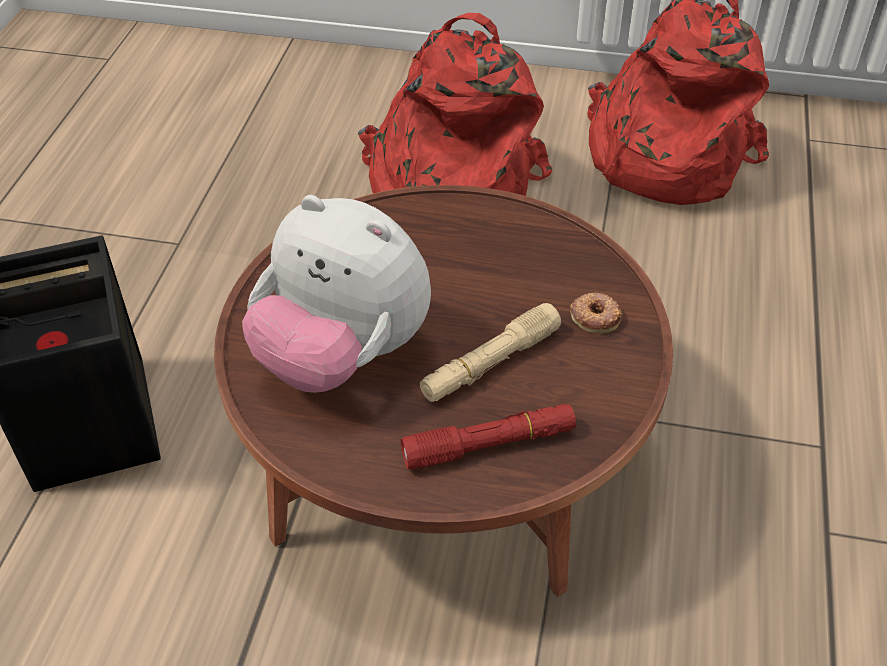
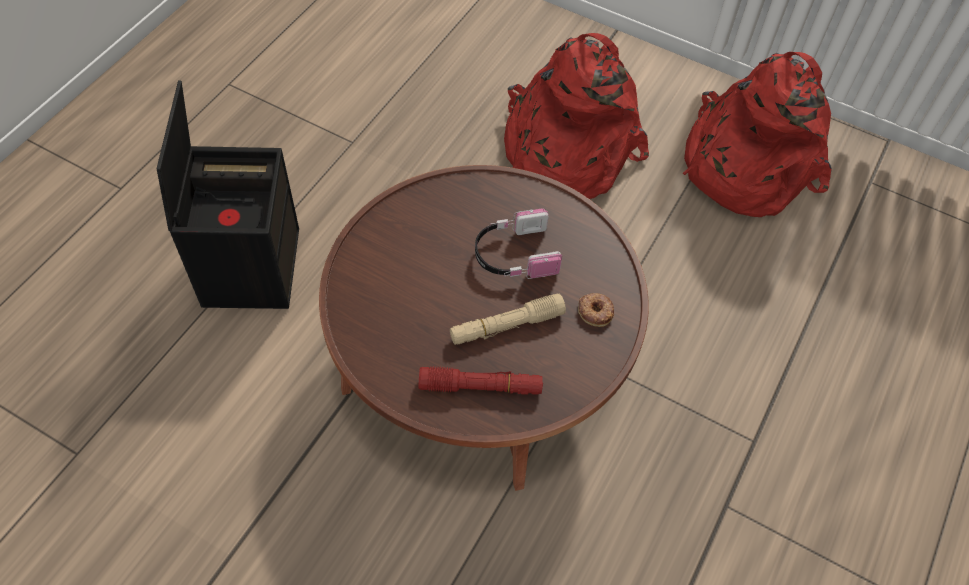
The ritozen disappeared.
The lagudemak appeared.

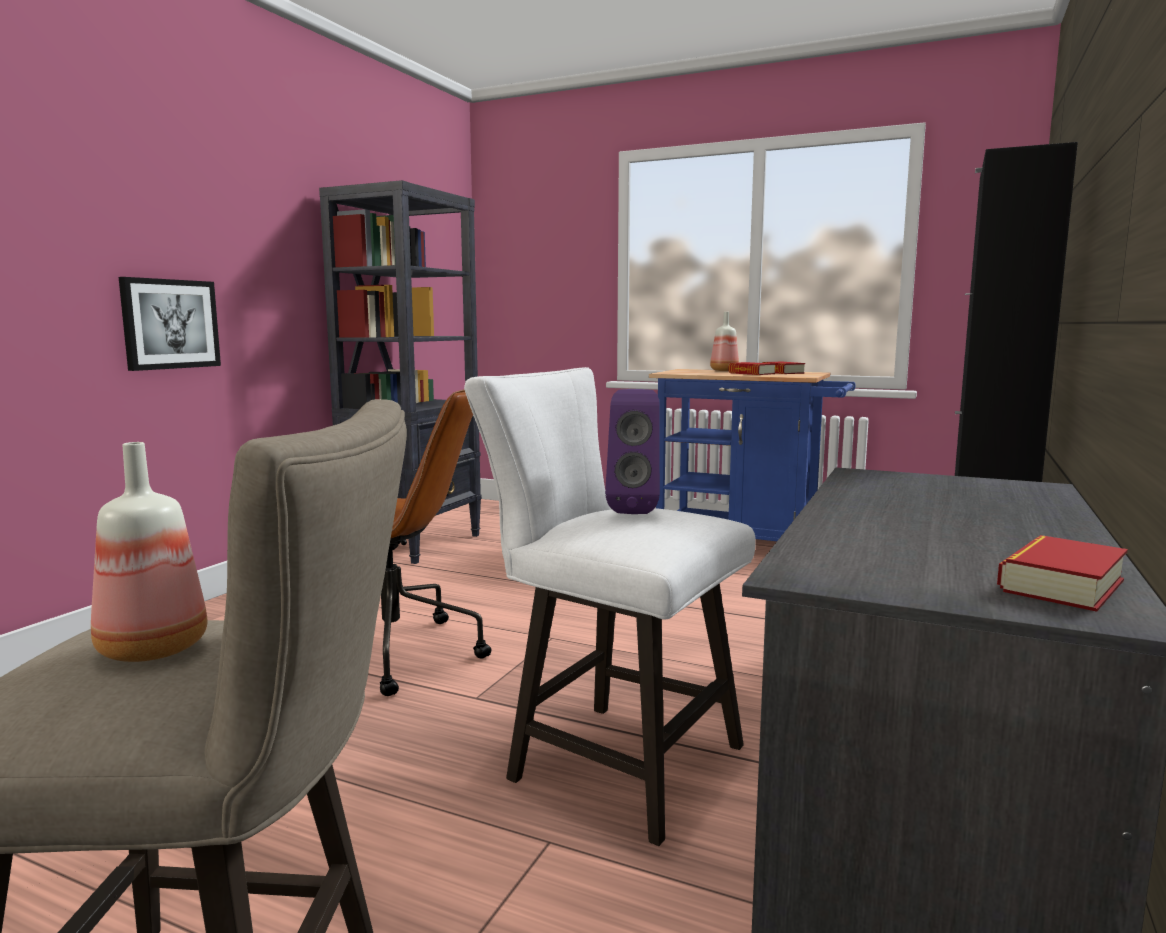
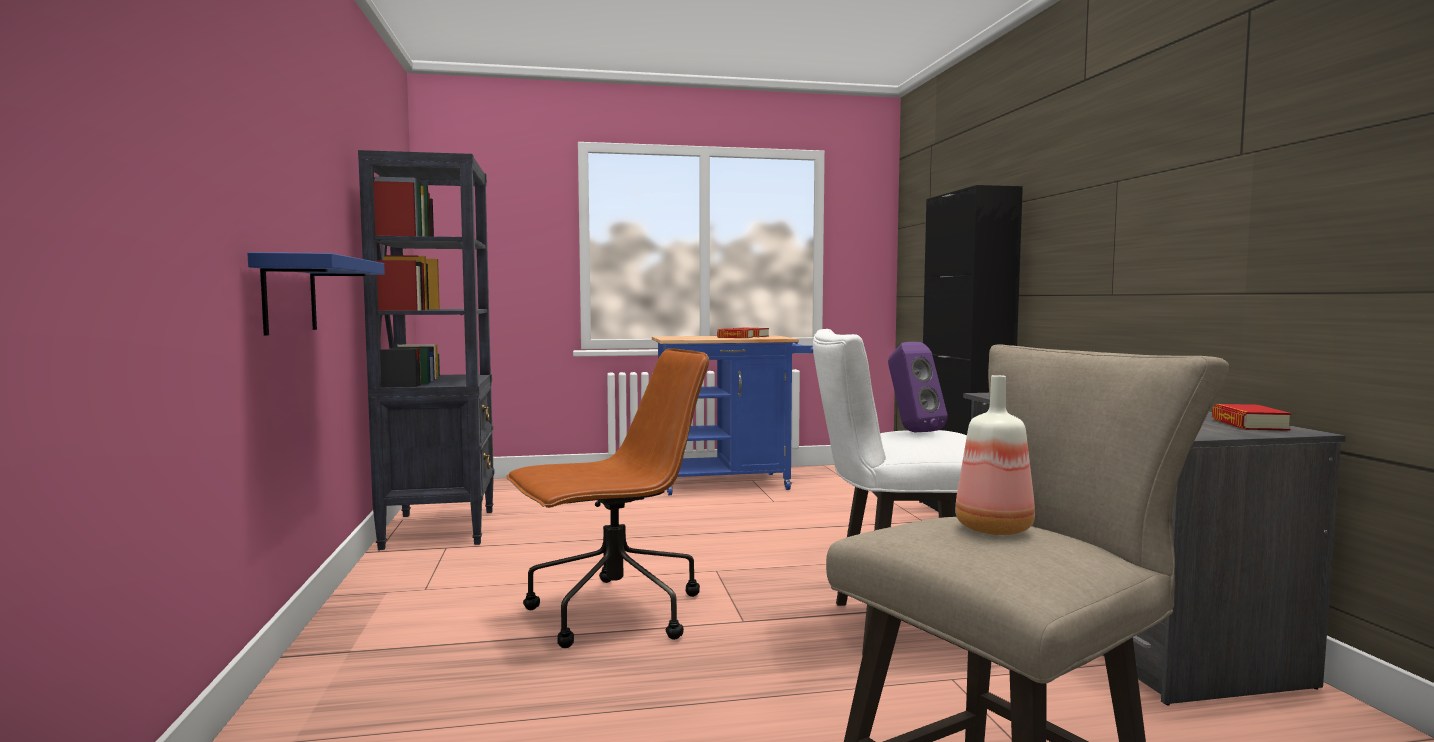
The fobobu was replaced by the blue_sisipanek.
The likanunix (no. 2 from left) disappeared.

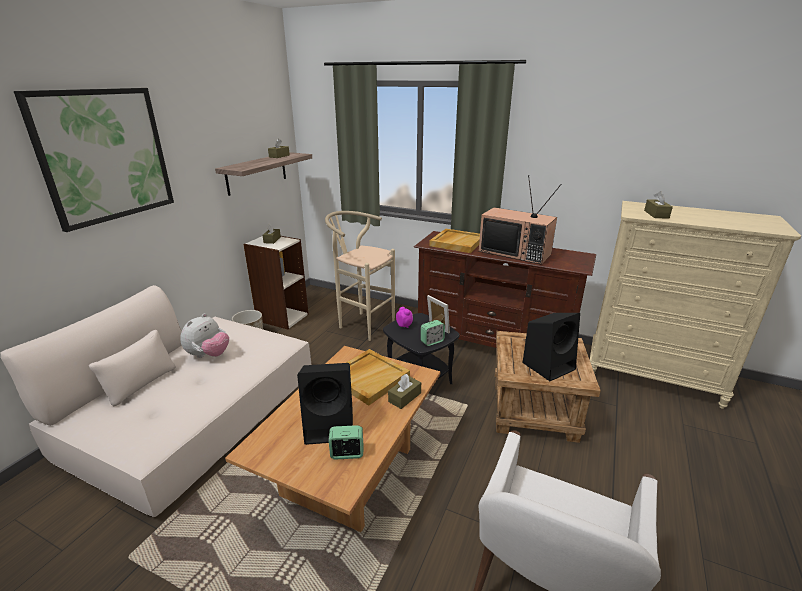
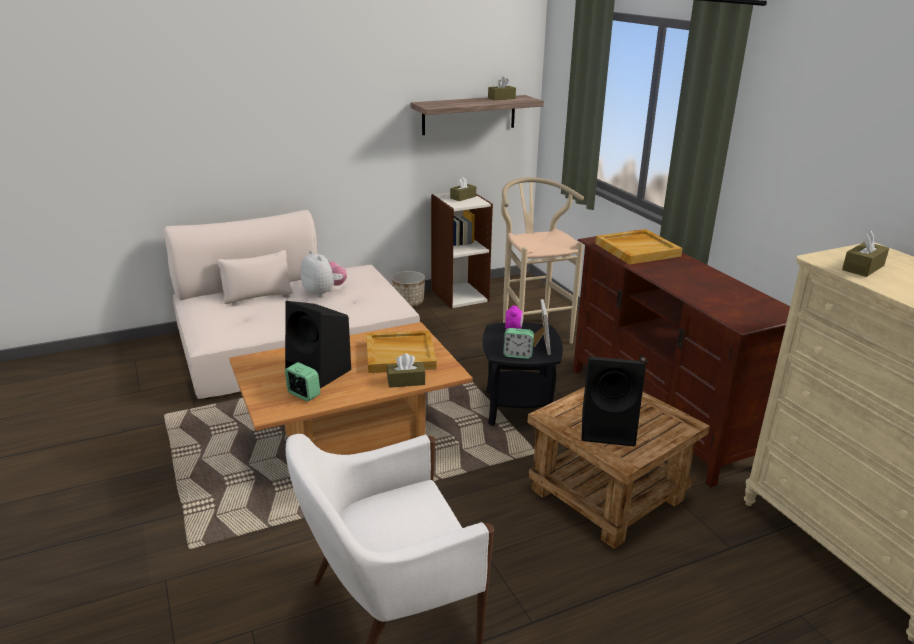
The fobobu disappeared.
The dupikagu disappeared.
The ritozen turned 105 degrees counterclockwise.

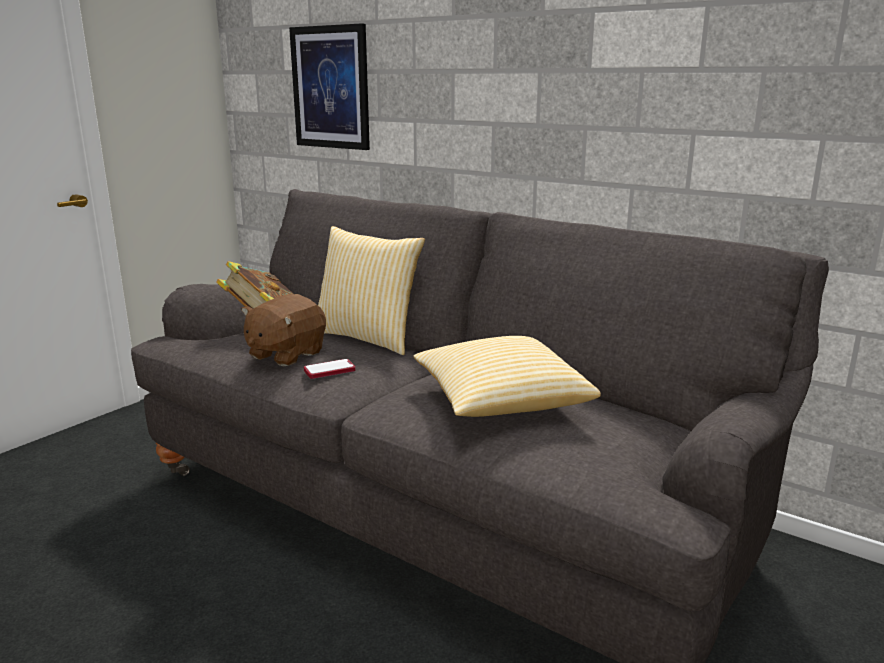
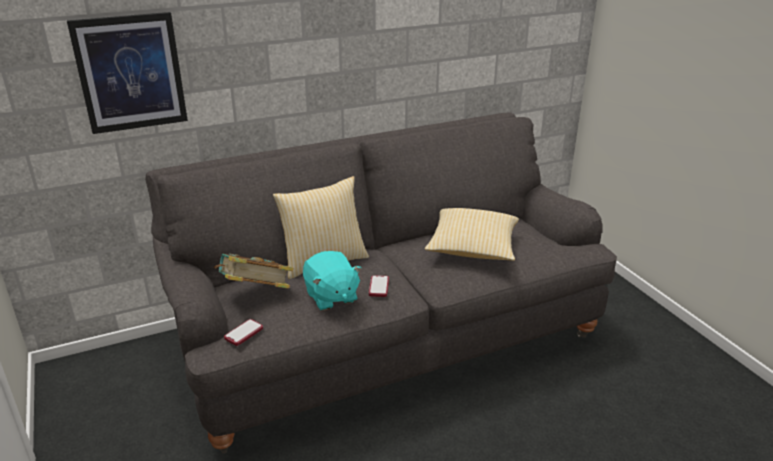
The brown_ritozen became the turquoise_ritozen.
The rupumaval (no. 1 from left) appeared.

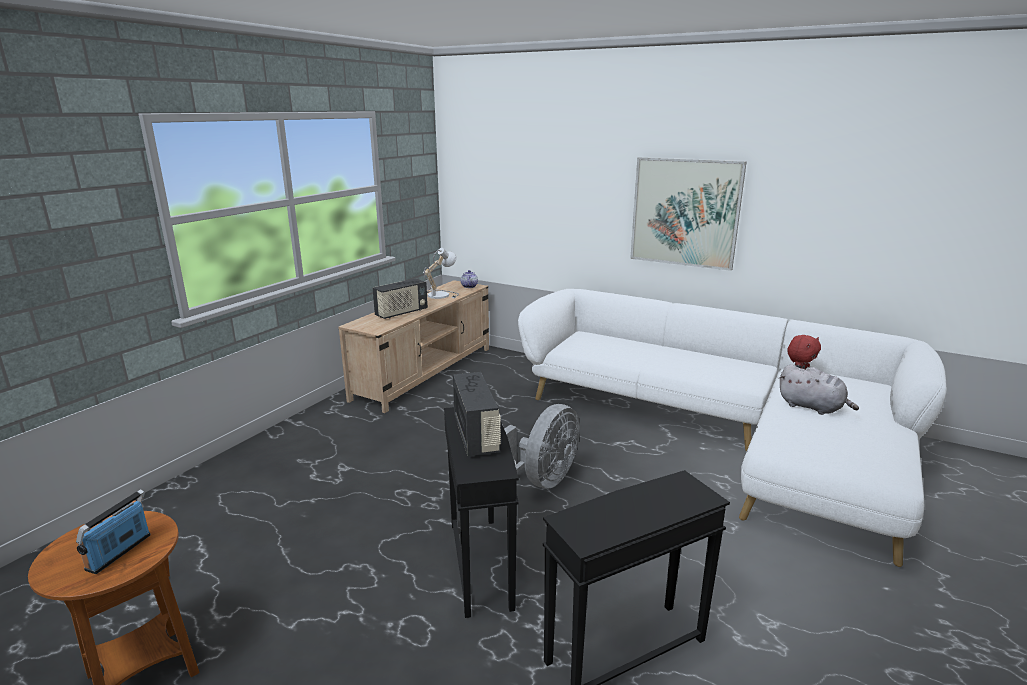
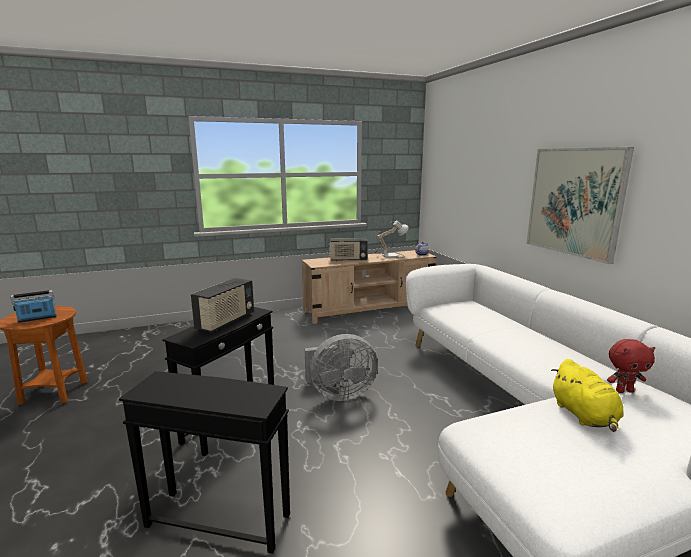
The grey_ritozen became the yellow_ritozen.

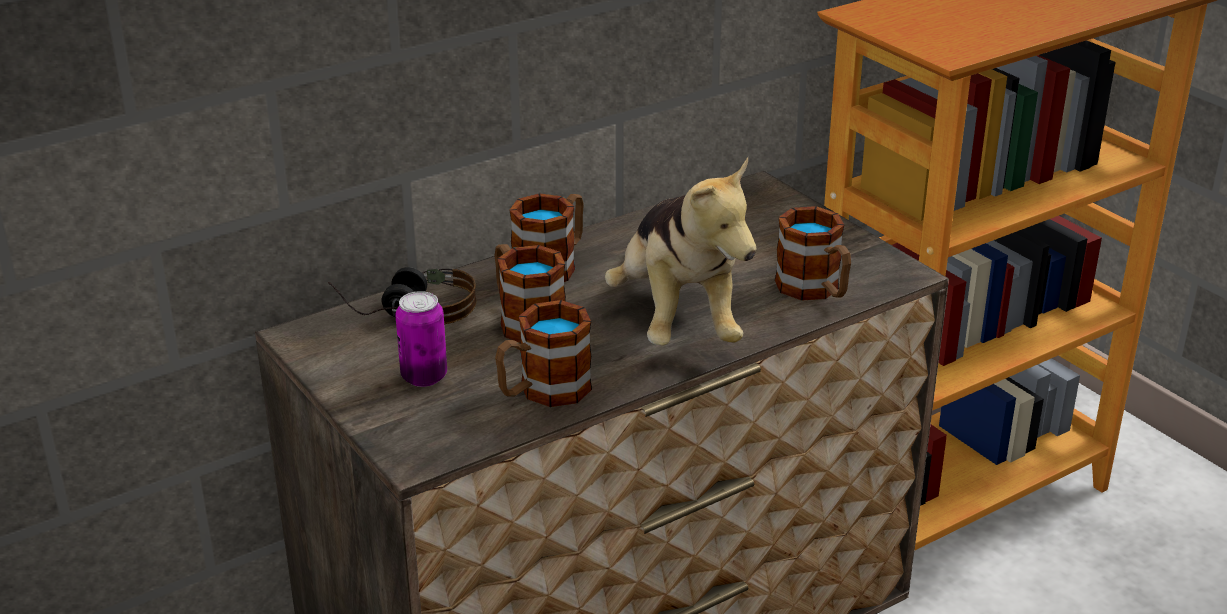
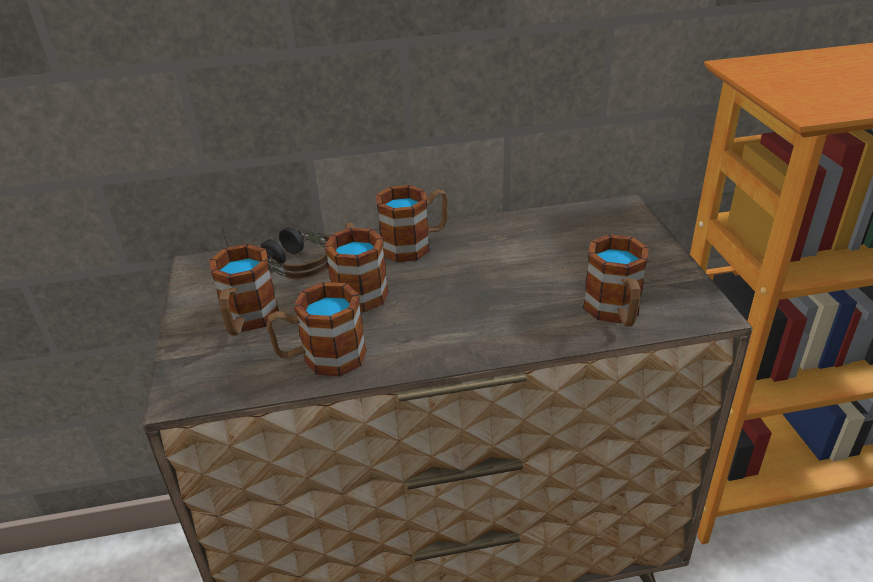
The ritozen disappeared.
The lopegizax was replaced by the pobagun (no. 1 from left).

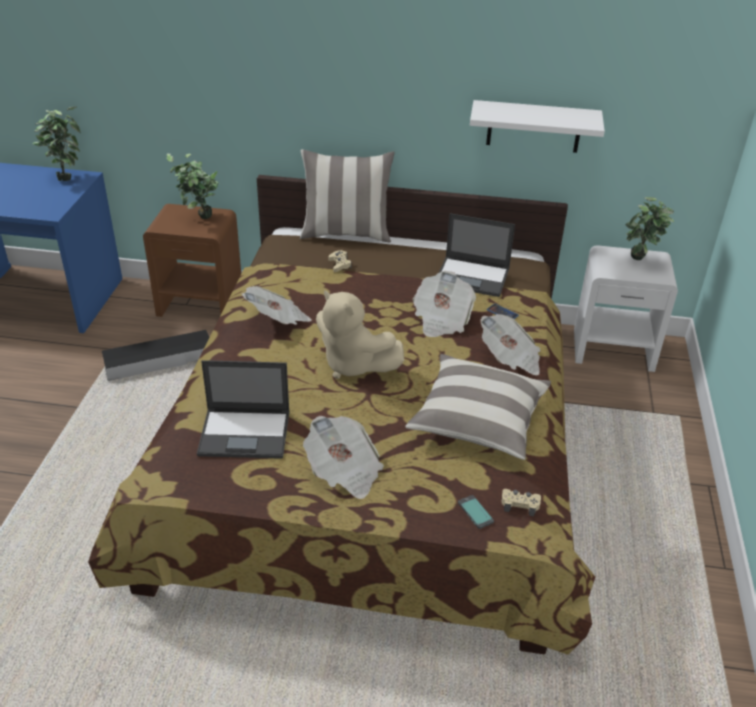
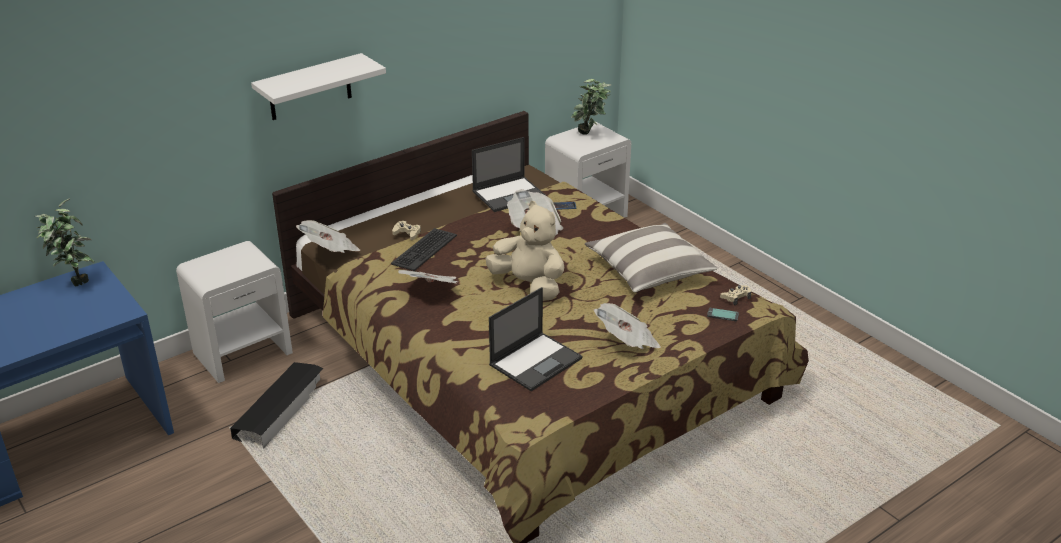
The white_sisipanek moved.
The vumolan (no. 1 from left) disappeared.
The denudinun (no. 2 from left) disappeared.
The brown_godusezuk became the white_godusezuk (no. 1 from left).
The beige_ritozen turned 135 degrees counterclockwise.
The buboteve (no. 4 from left in the first image) moved.
The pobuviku appeared.

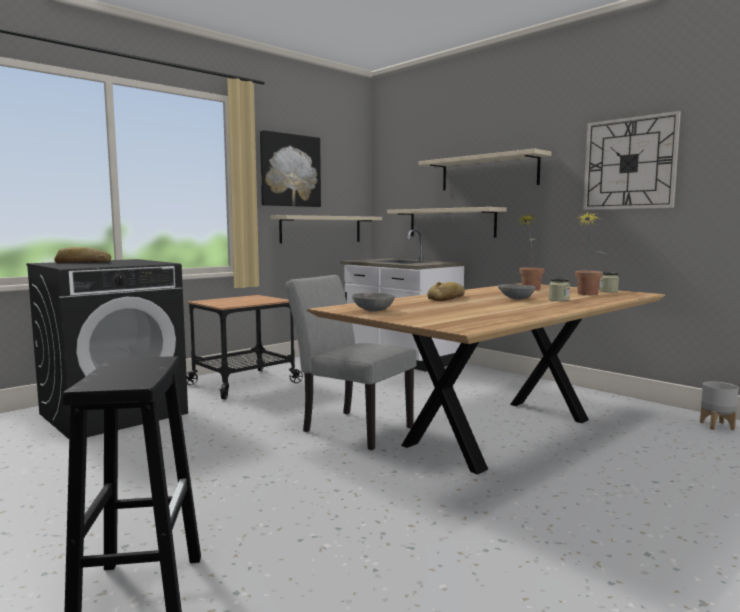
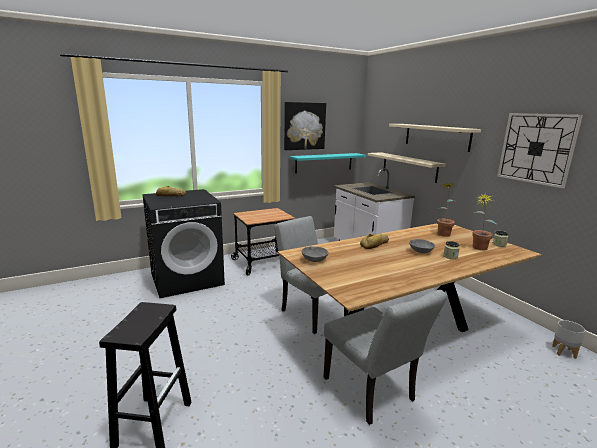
The beige_sisipanek (no. 1 from left) became the turquoise_sisipanek.
The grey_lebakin (no. 2 from left) appeared.

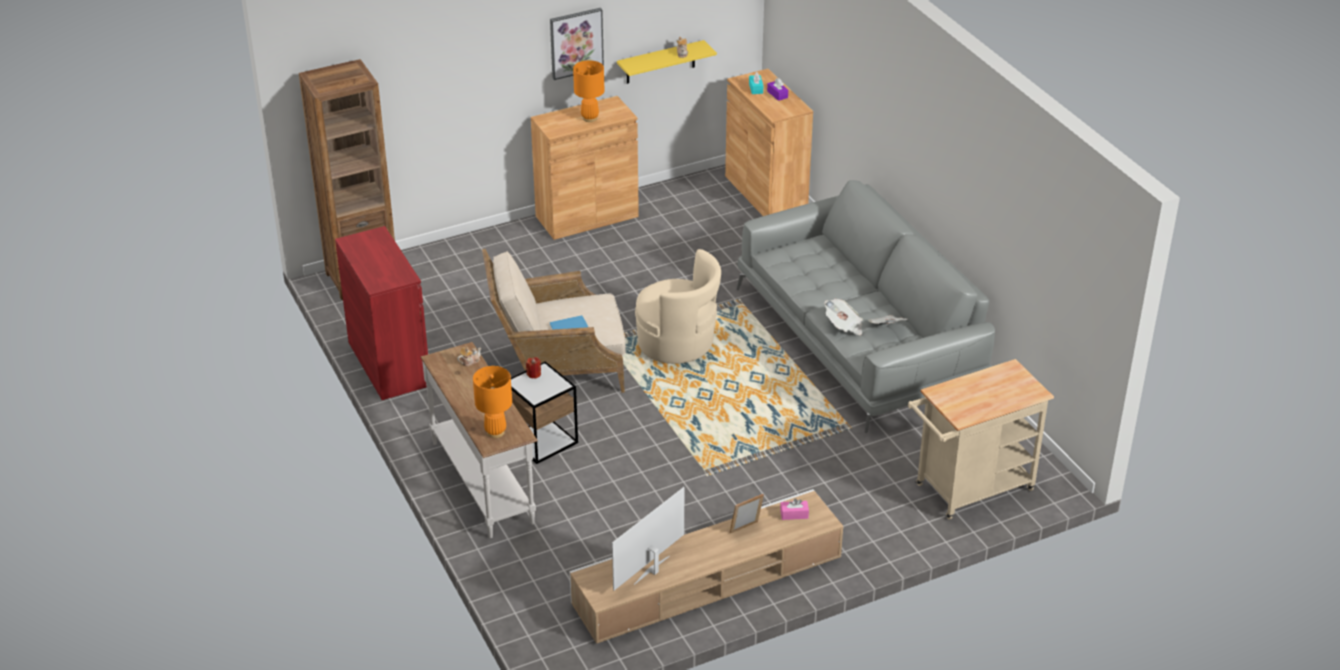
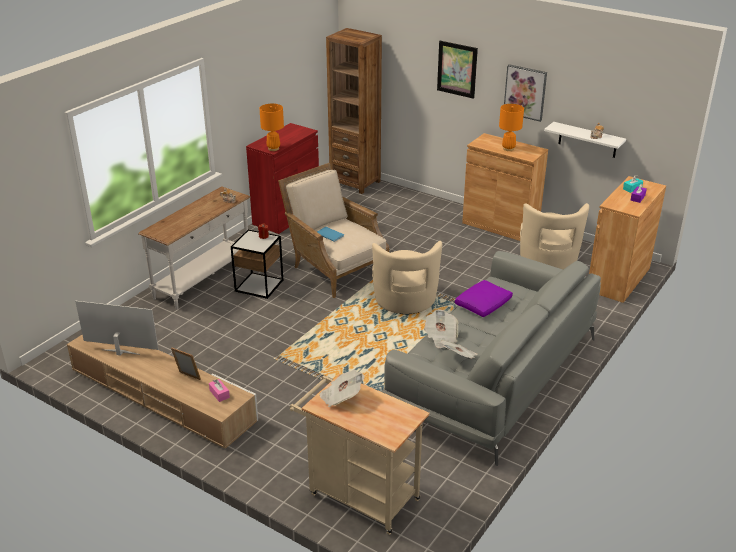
The yellow_sisipanek became the white_sisipanek.
The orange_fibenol (no. 1 from left) moved.
The fobobu (no. 1 from left) appeared.
The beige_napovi (no. 3 from left) appeared.
The purple_vumolan appeared.
The buboteve (no. 1 from left) appeared.

